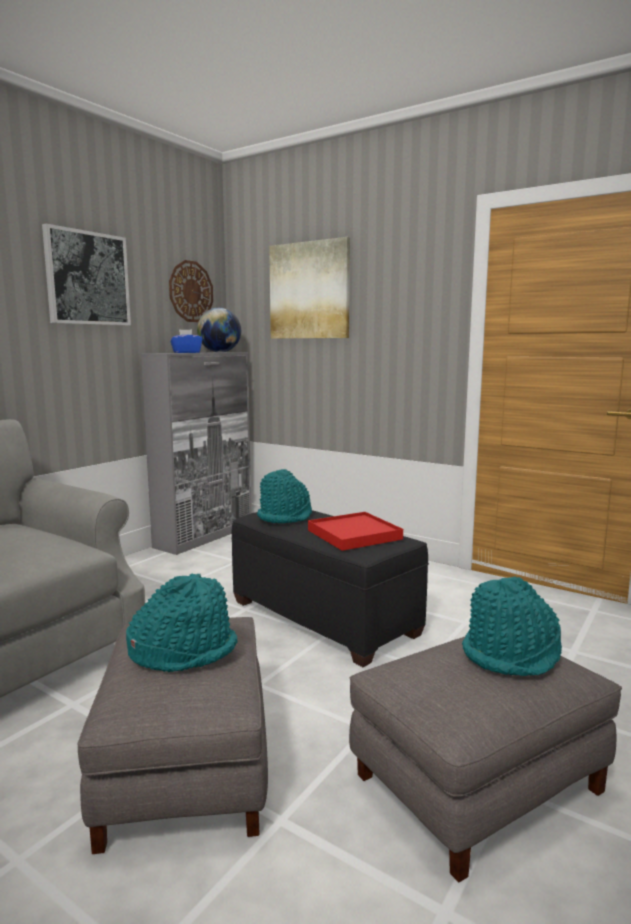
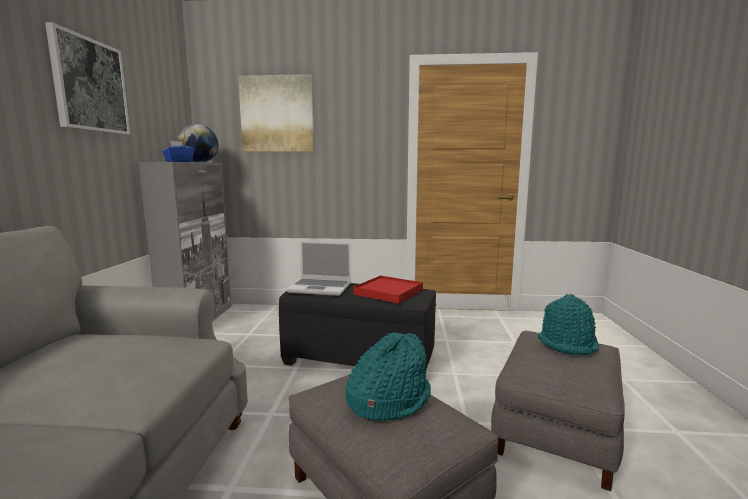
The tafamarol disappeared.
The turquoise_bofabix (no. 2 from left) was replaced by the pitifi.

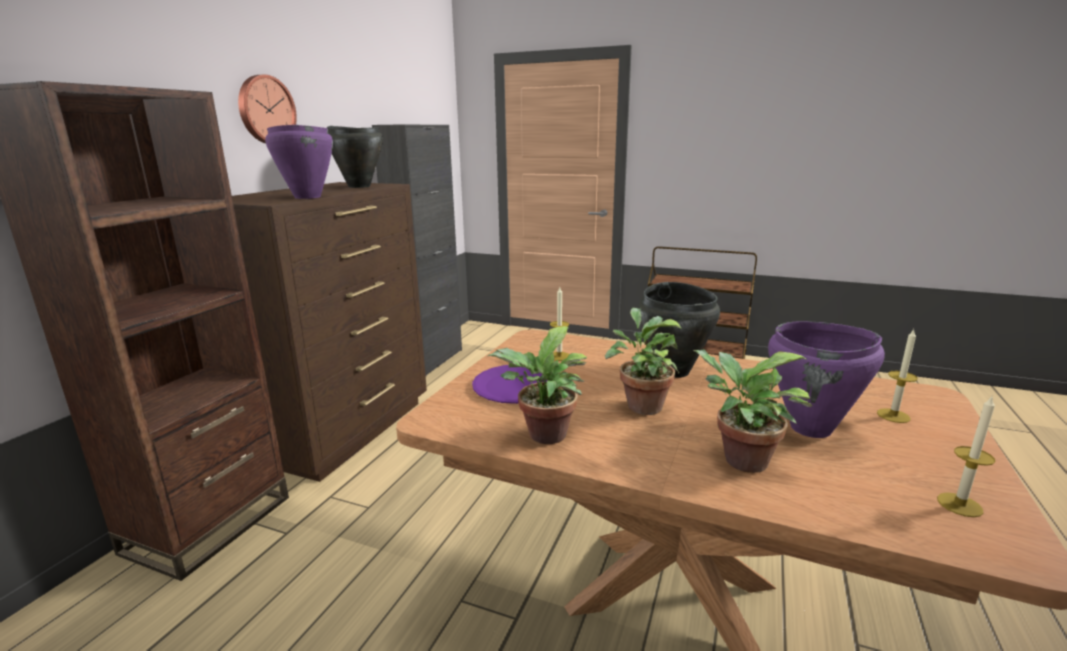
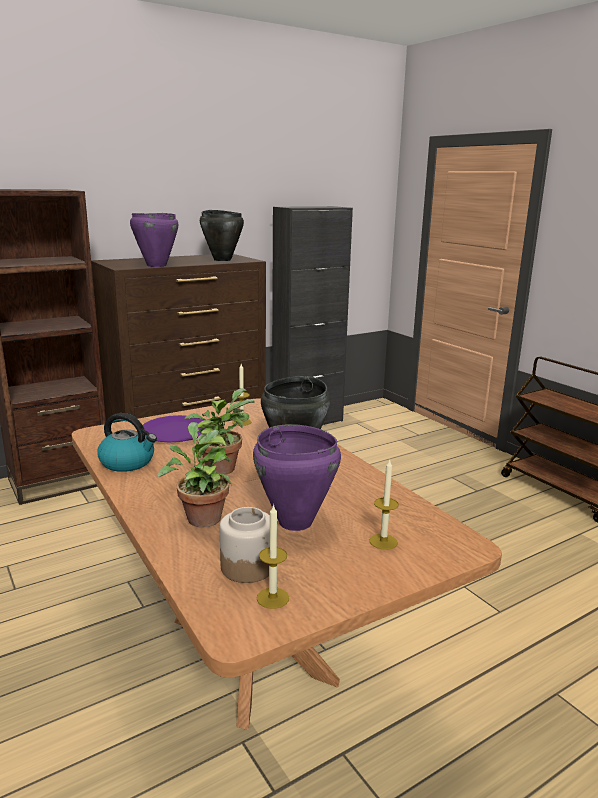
The tafamarol disappeared.
The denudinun (no. 1 from left) was replaced by the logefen.
The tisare appeared.

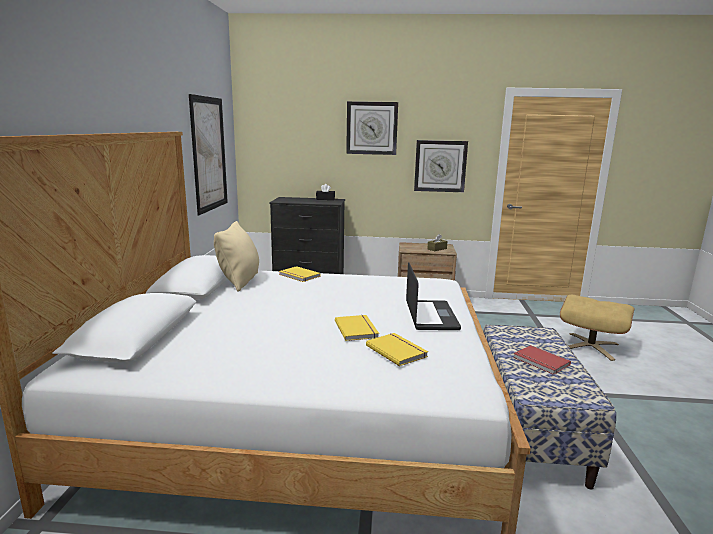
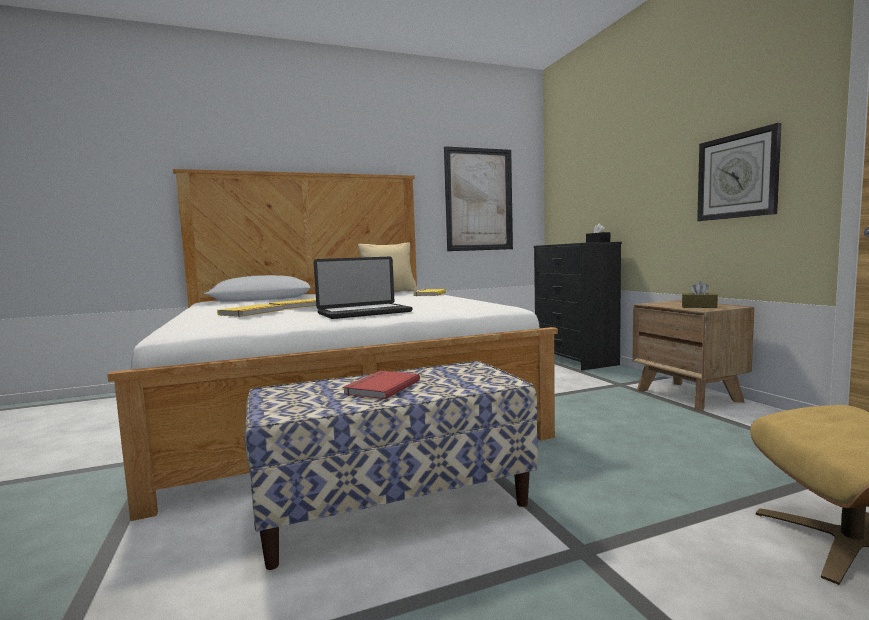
The tafamarol (no. 1 from left) disappeared.

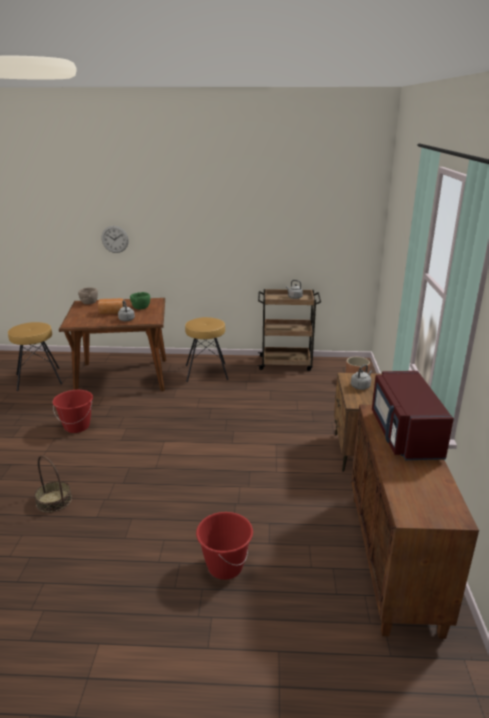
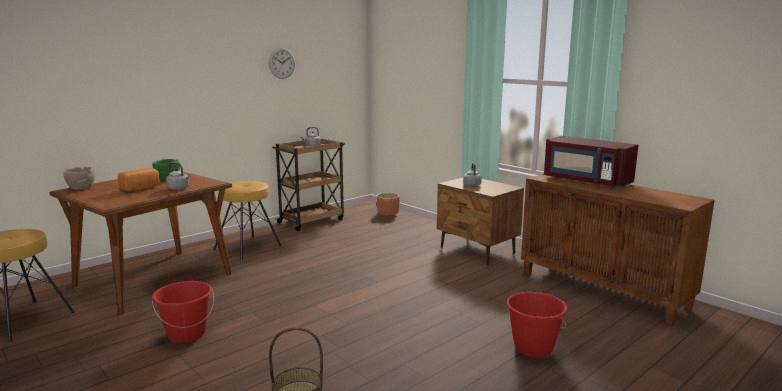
The tafamarol moved.

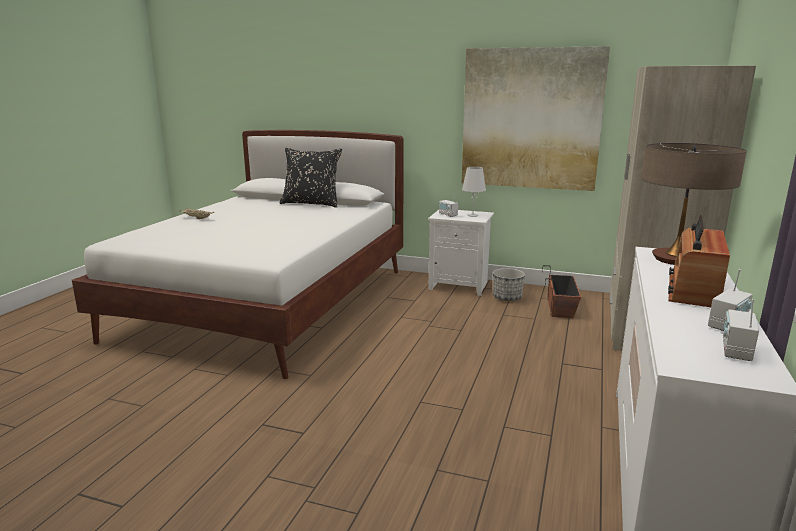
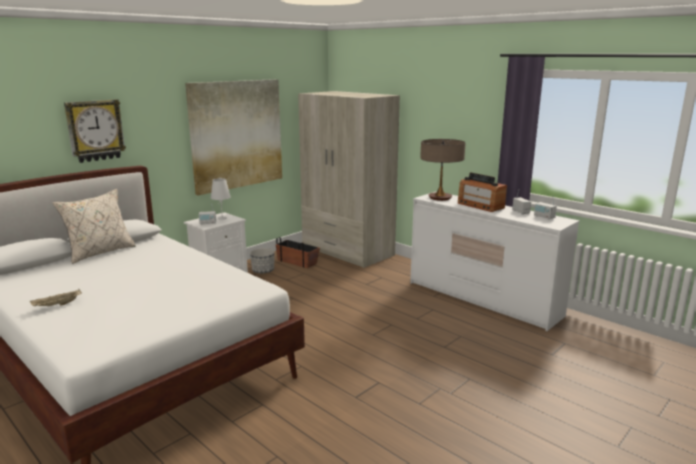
The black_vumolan became the beige_vumolan.
The tafamarol appeared.

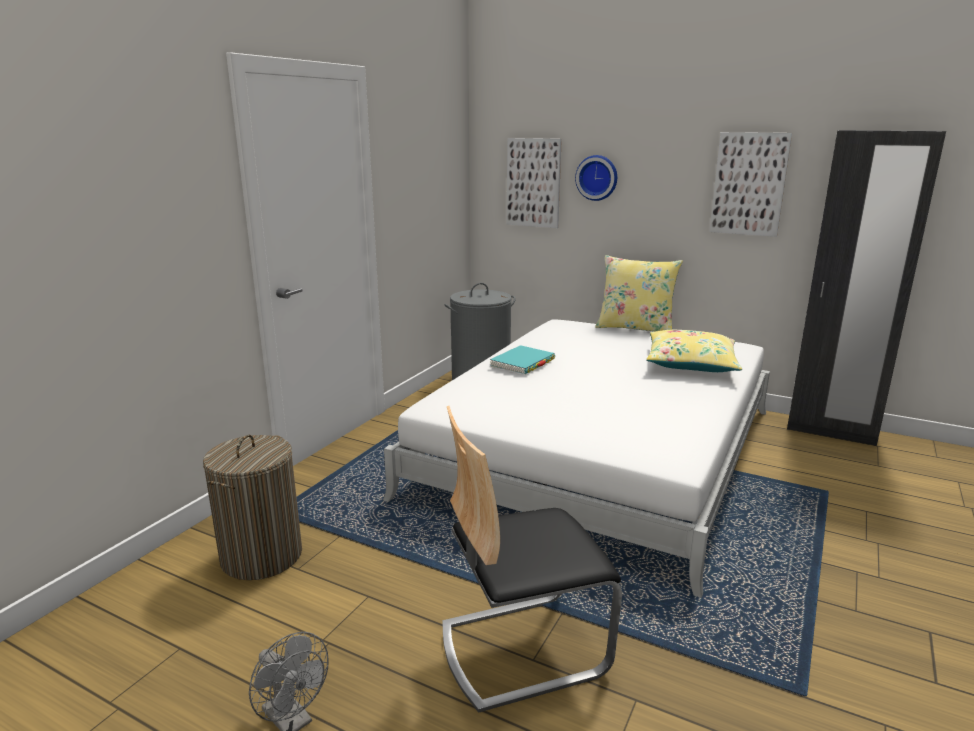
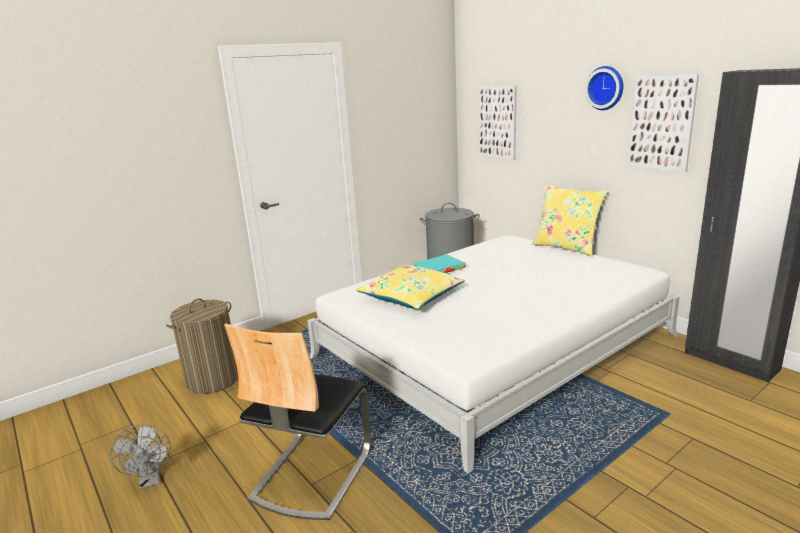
The tafamarol moved.
The yellow_vumolan (no. 2 from left in the first image) moved.
The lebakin turned 75 degrees counterclockwise.

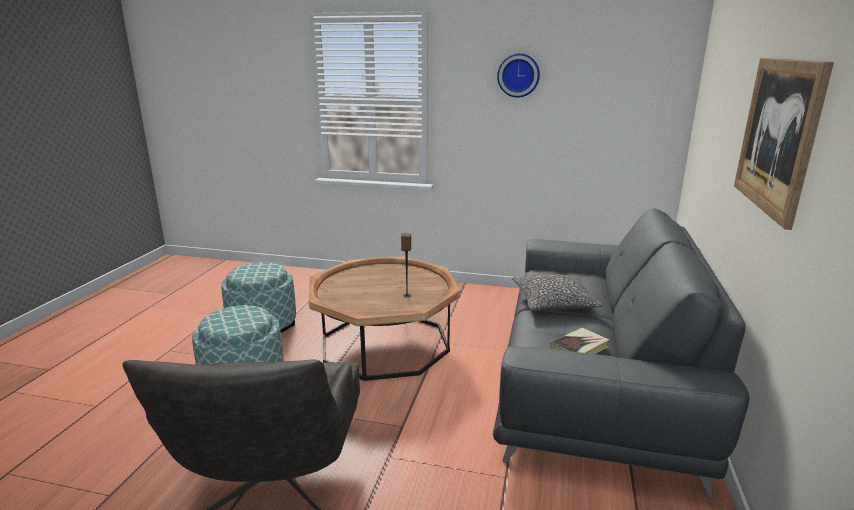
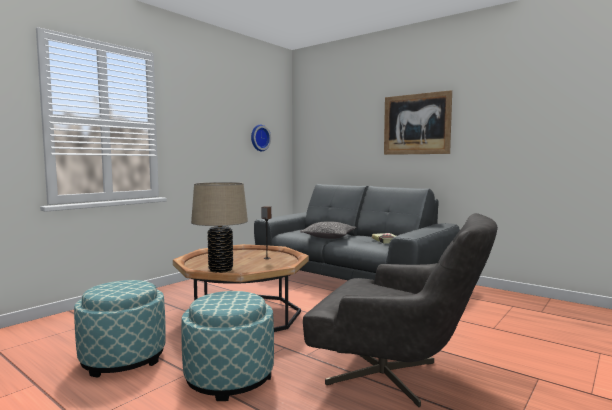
The tafamarol moved.
The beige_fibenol appeared.

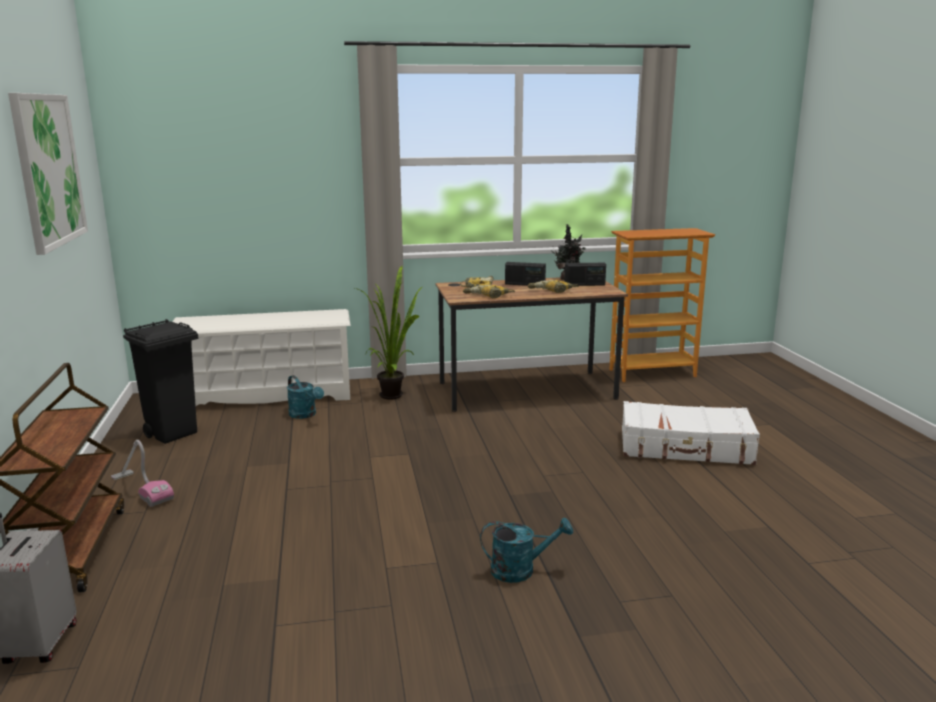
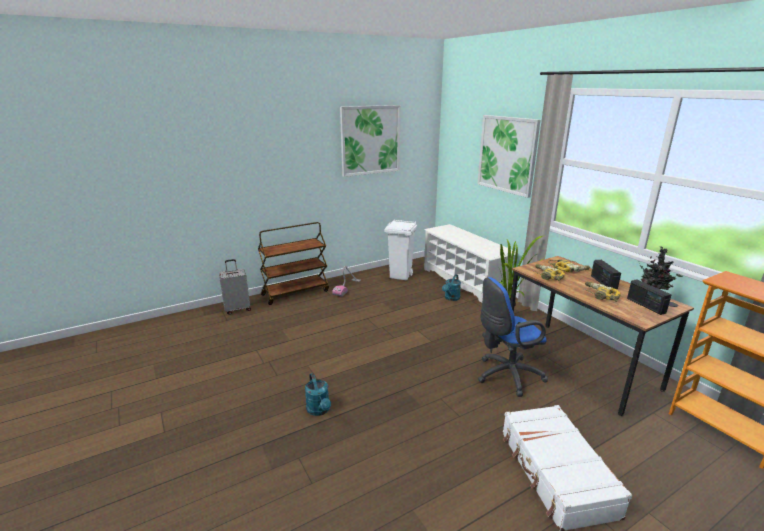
The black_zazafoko became the white_zazafoko.
The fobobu (no. 2 from left) appeared.
The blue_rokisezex appeared.

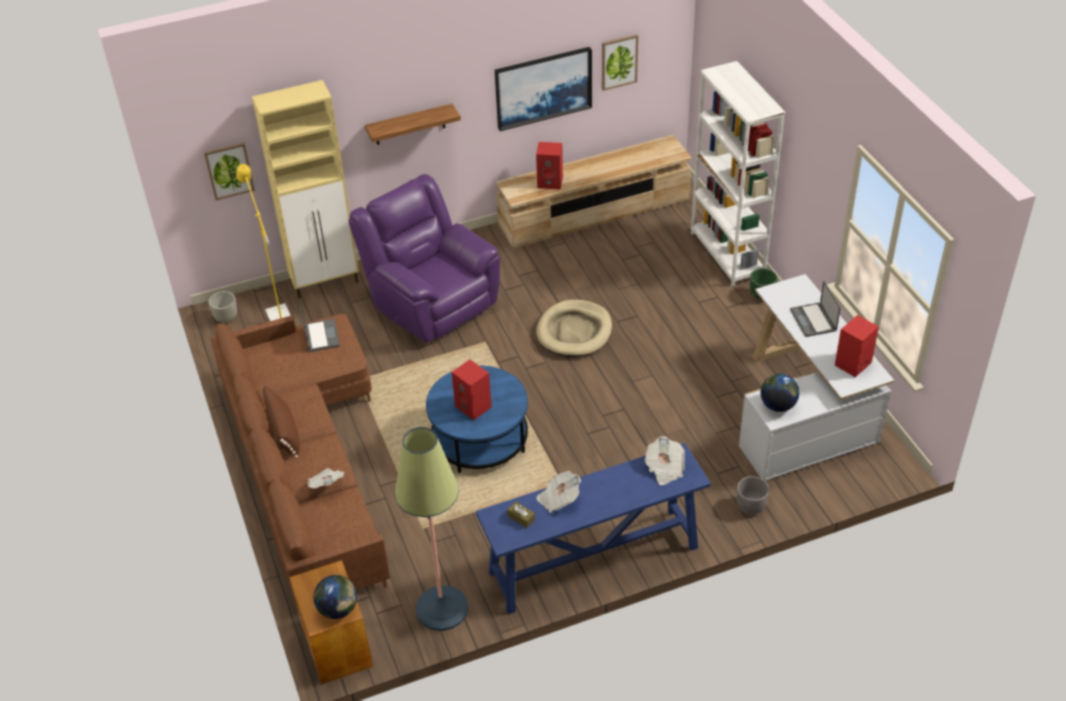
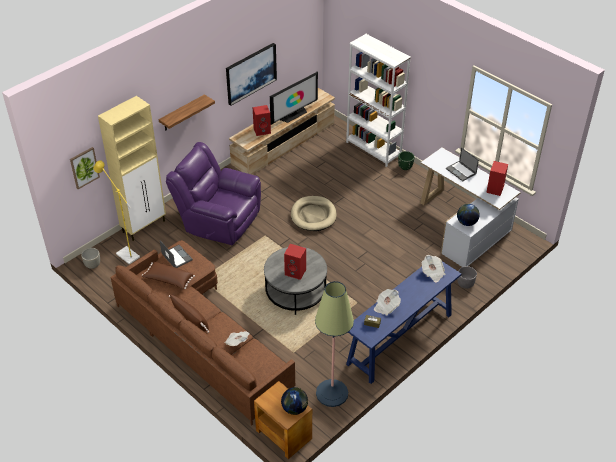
The fobobu (no. 3 from left) disappeared.
The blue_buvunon became the grey_buvunon.
The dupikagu appeared.
The brown_vumolan (no. 1 from left) appeared.

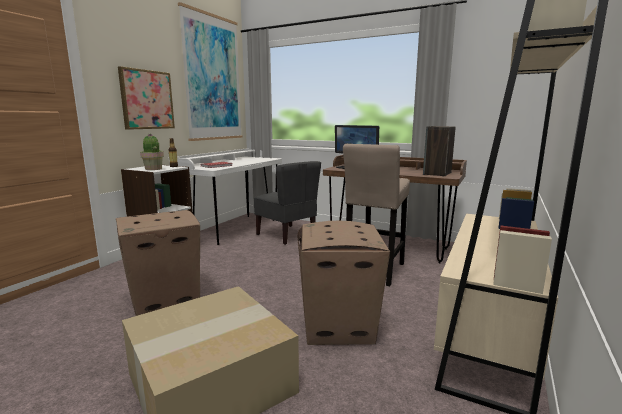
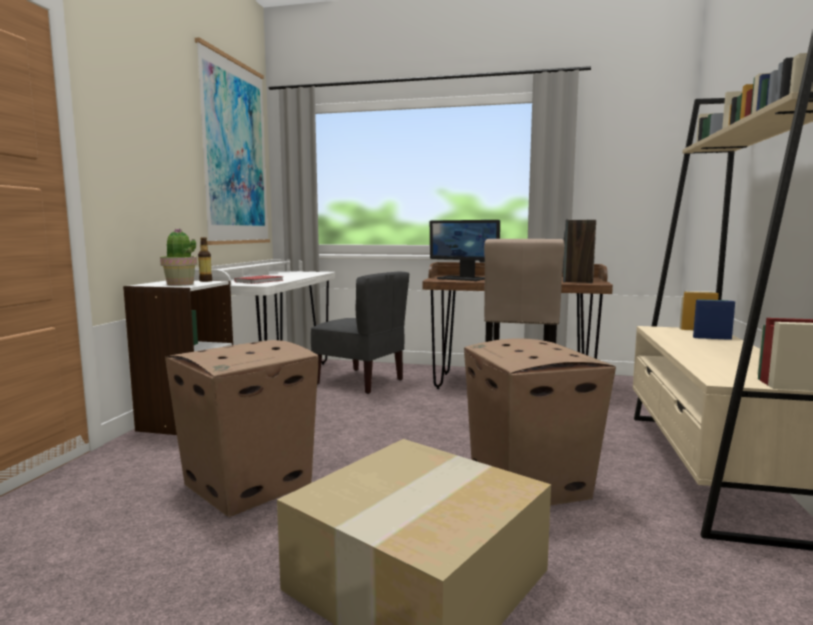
The fobobu (no. 1 from left) disappeared.

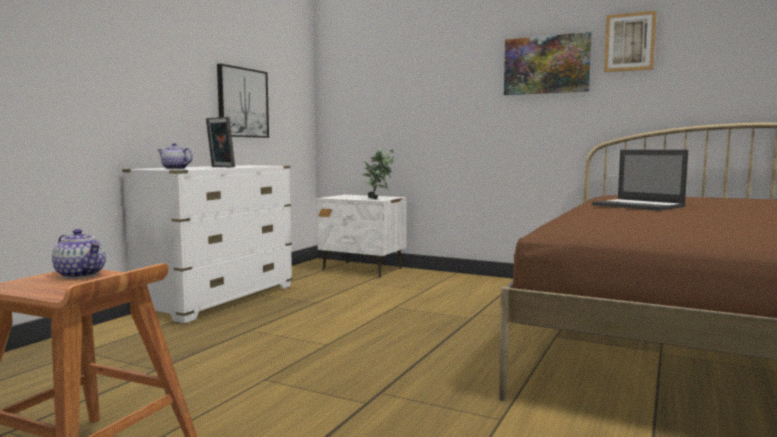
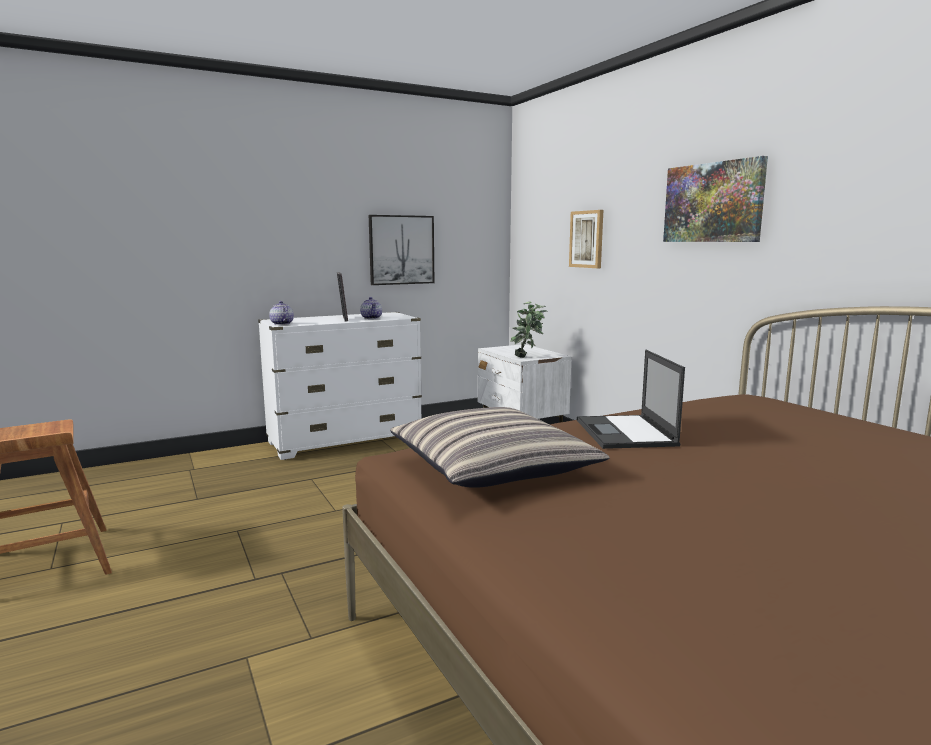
The fobobu (no. 3 from left in the first image) moved.
The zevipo (no. 1 from left in the first image) moved.
The vumolan appeared.

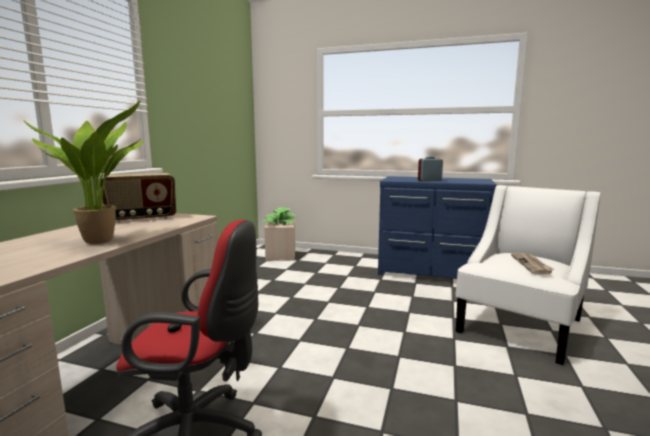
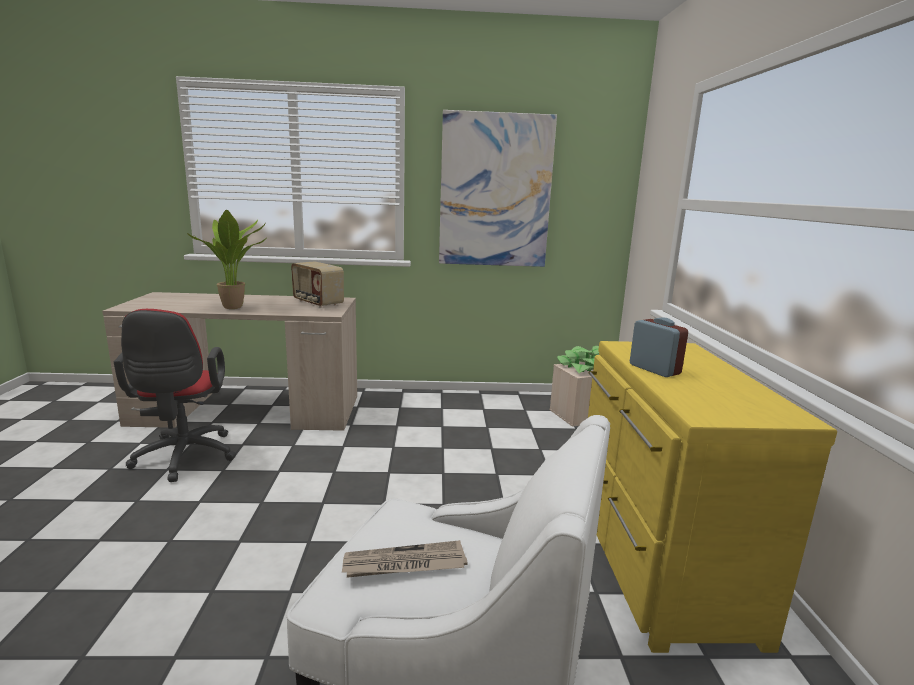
The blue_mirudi became the yellow_mirudi.
The fobobu appeared.

